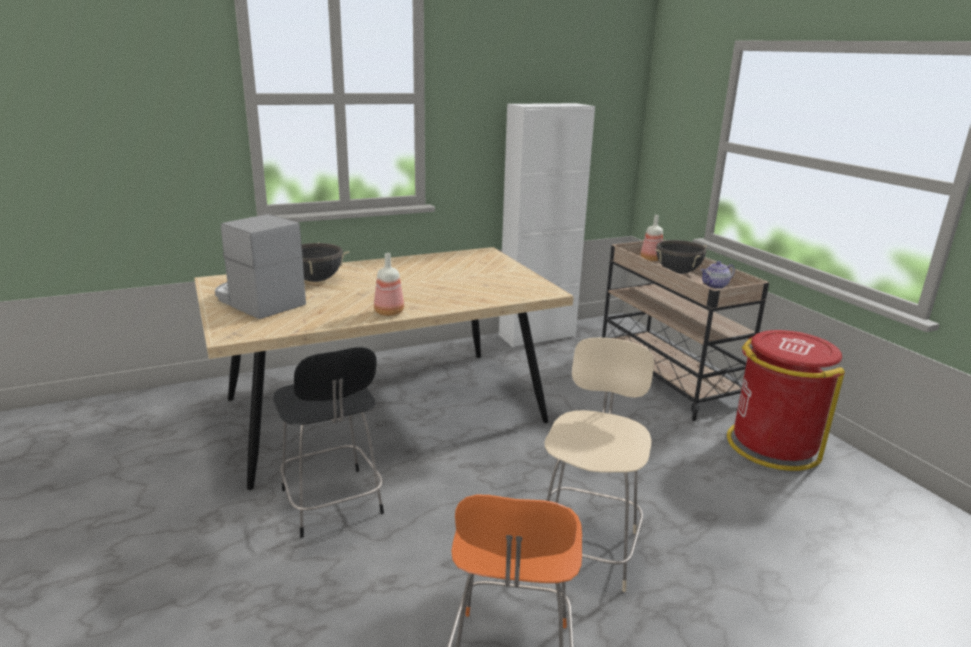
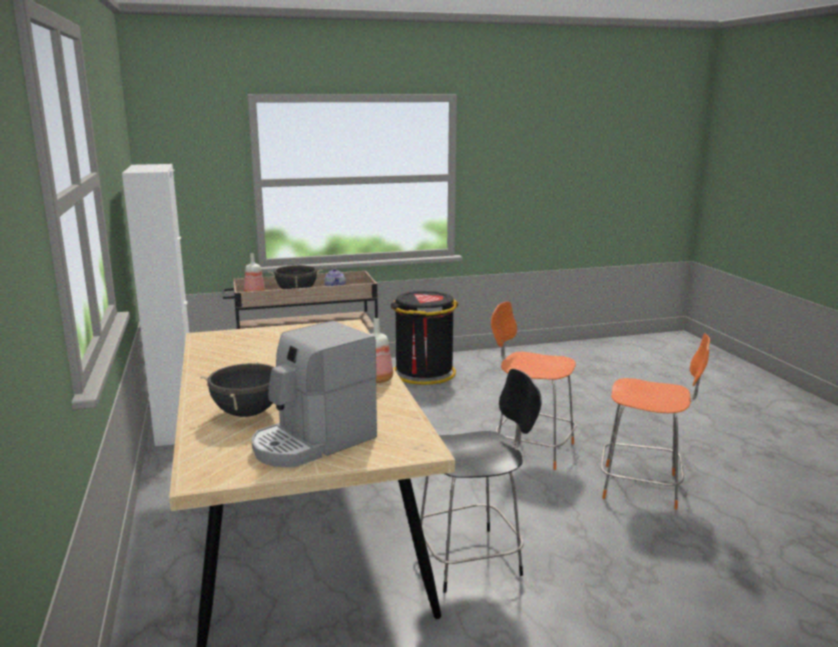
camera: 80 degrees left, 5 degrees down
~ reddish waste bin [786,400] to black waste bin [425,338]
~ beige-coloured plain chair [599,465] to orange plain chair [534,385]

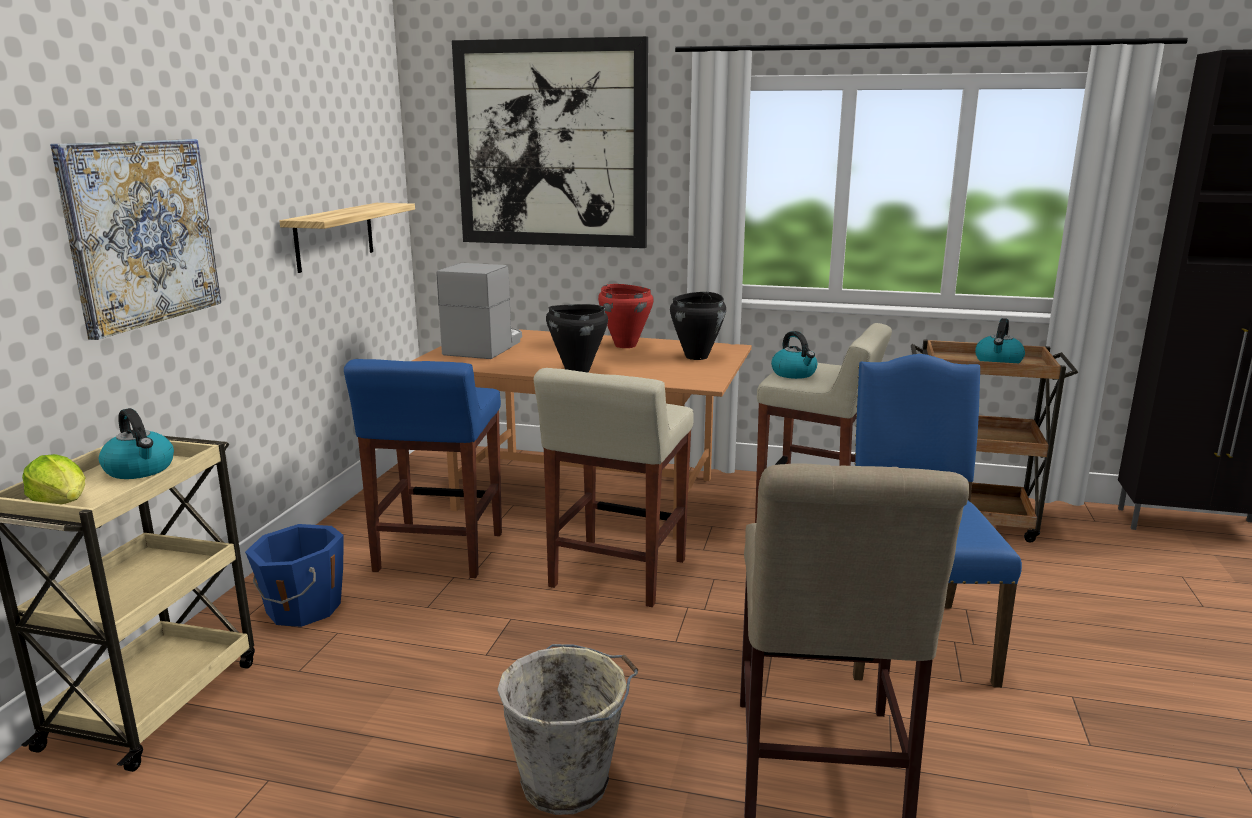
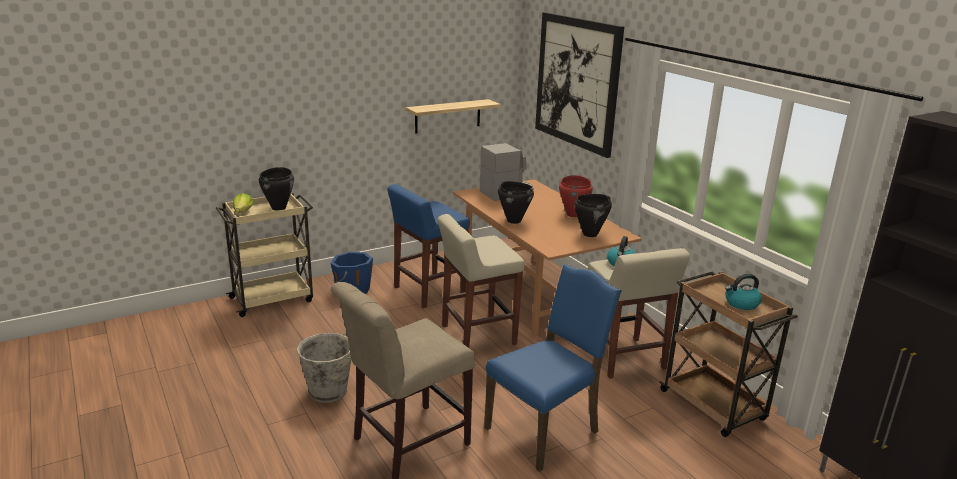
camera: 45 degrees right, 5 degrees up
~ water kettle [136,443] to black cooking pot [276,189]
- wall picture [135,239]

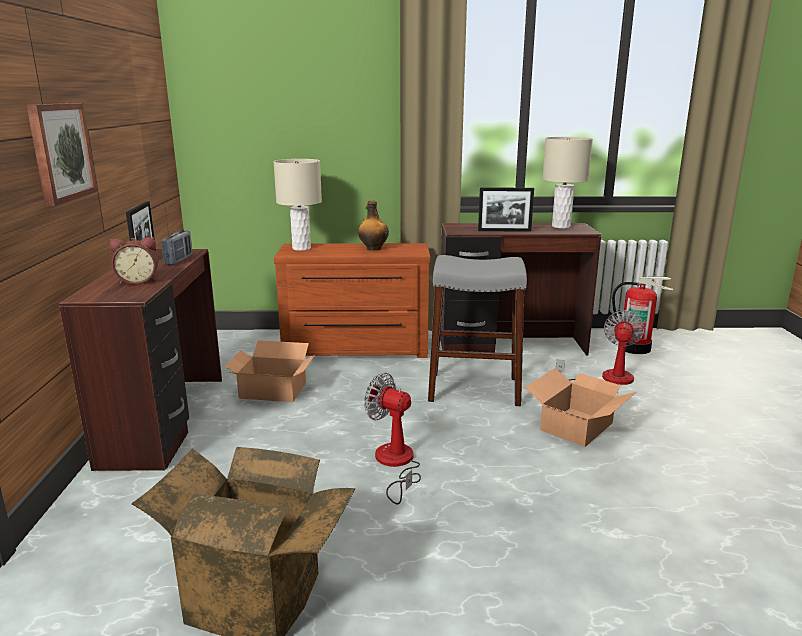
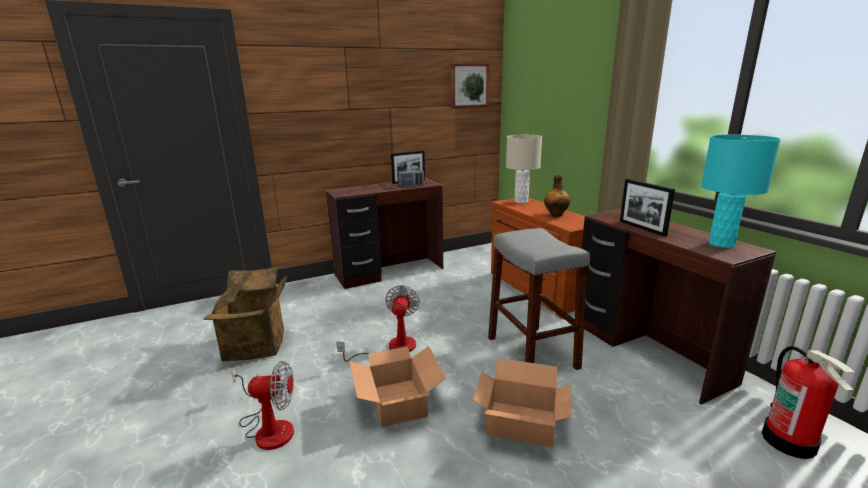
camera: 65 degrees right, 0 degrees up
~ fan [600,347] to [263,405]
~ packing box [270,371] to [397,386]
~ wall picture [61,154] to [470,86]
~ beige-coloured tabletop lamp [567,183] to blue-green tabletop lamp [741,191]
- bedside clock [133,261]

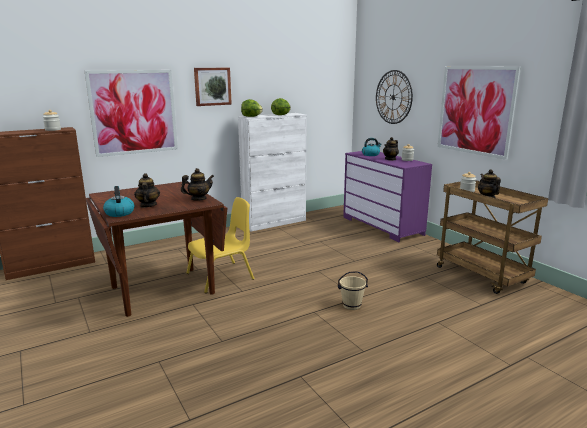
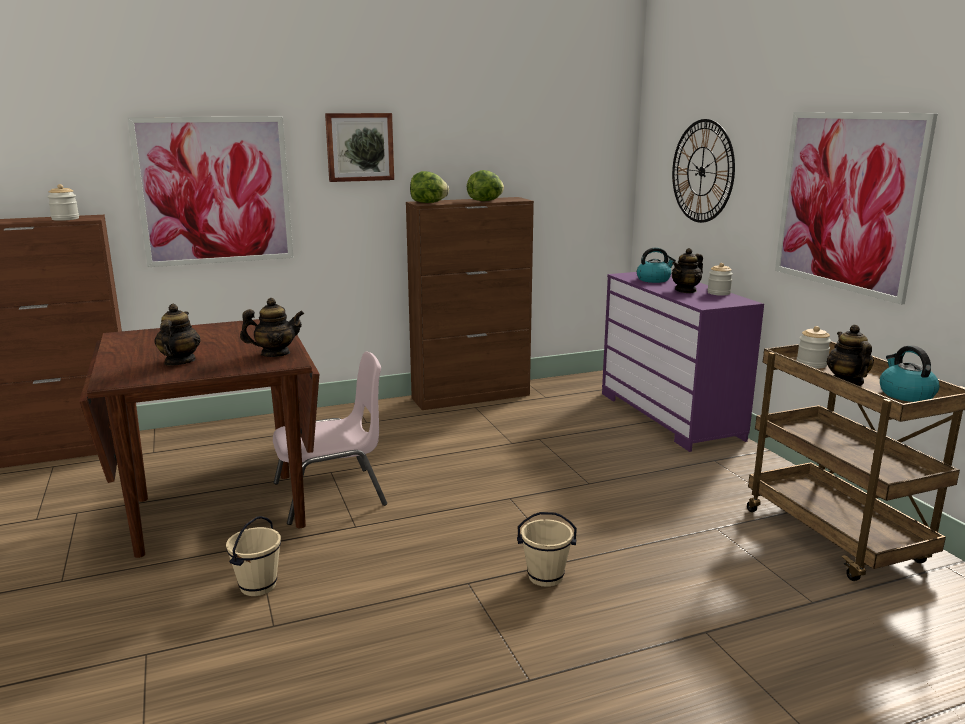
camera: 10 degrees right, 0 degrees up
+ beige-coloured water bucket [253,556]
~ yellowish plain chair [220,245] to pinkish plain chair [330,438]
~ white cupboard [272,172] to brown cupboard [470,303]
~ water kettle [118,201] to [910,373]

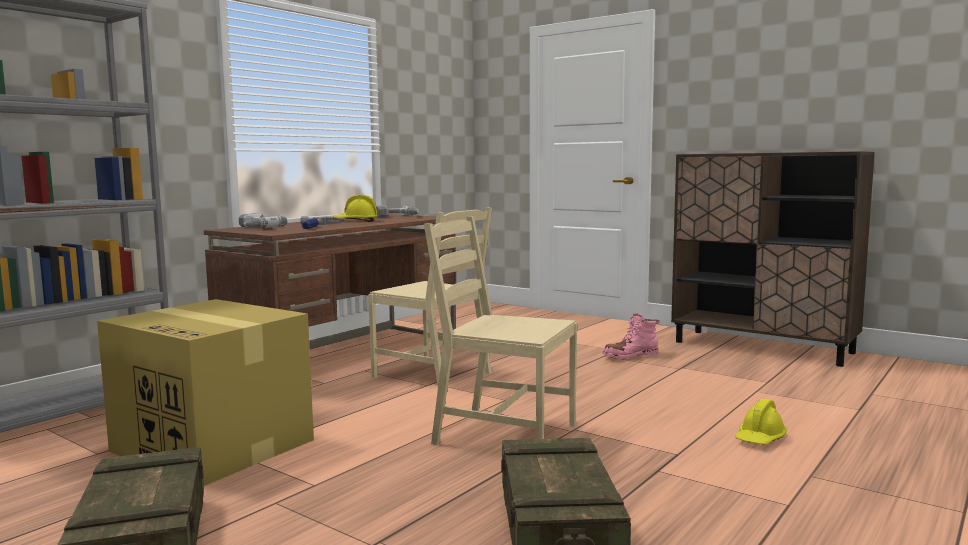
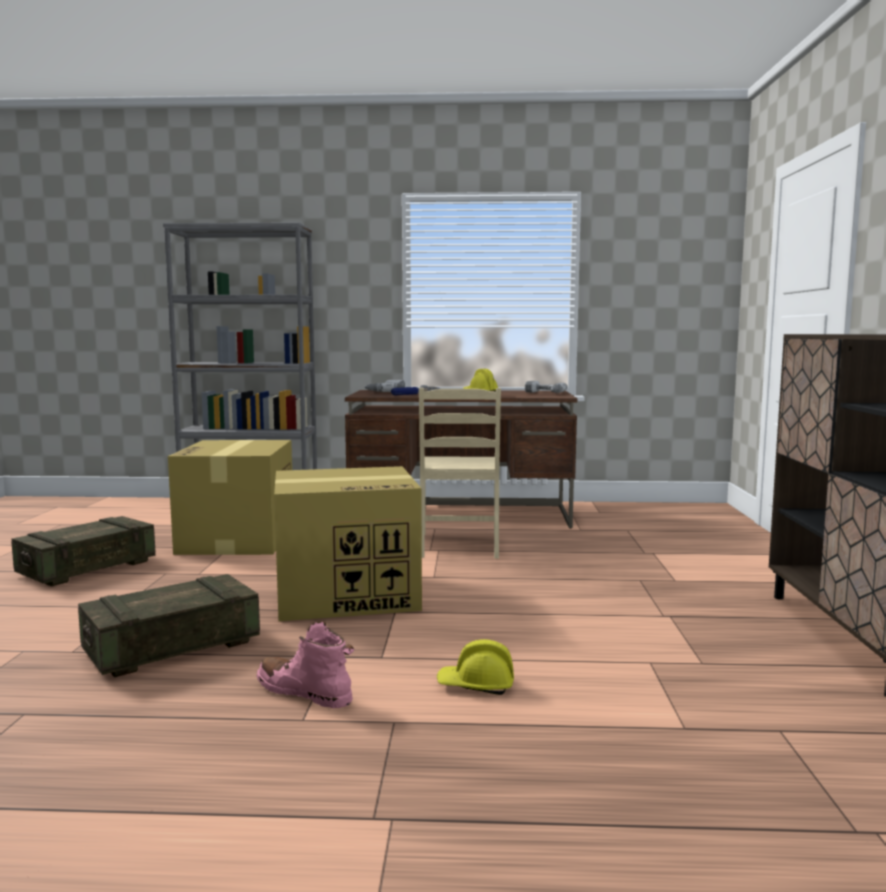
camera: 55 degrees right, 0 degrees up
~ pinkish high-top boot [631,336] to [305,665]
~ beige-coloured plain chair [500,330] to packing box [348,543]

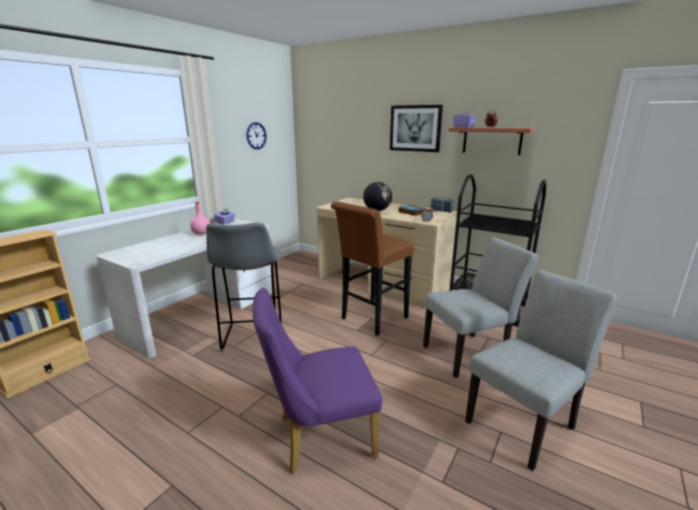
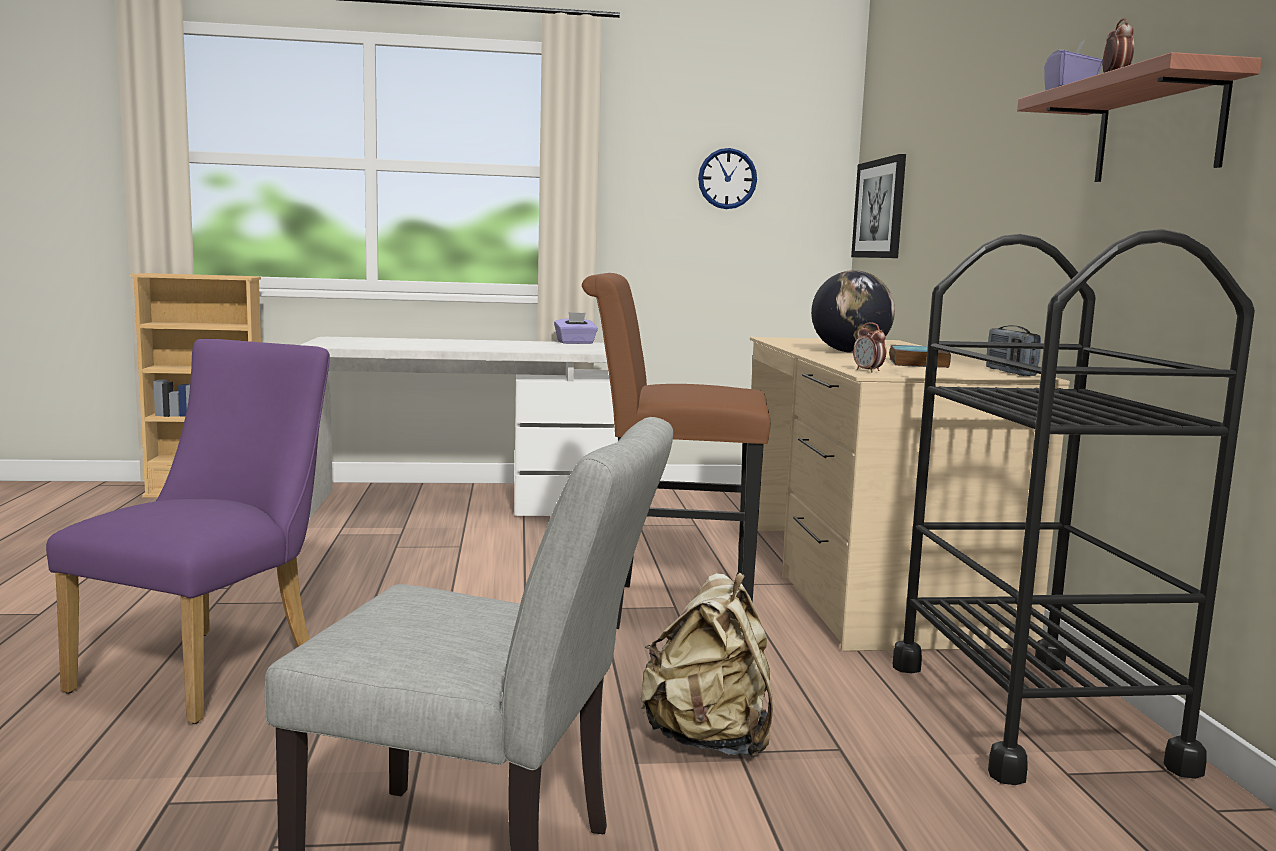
camera: 50 degrees right, 10 degrees down
~ purplish plain chair [317,381] = [188,531] 75 degrees clockwise
~ gray plain chair [480,307] to beige-coloured knapsack [707,665]
~ wall picture [416,128] to [878,206]
- pinkish bottle [200,218]
- gray stool seat [244,287]

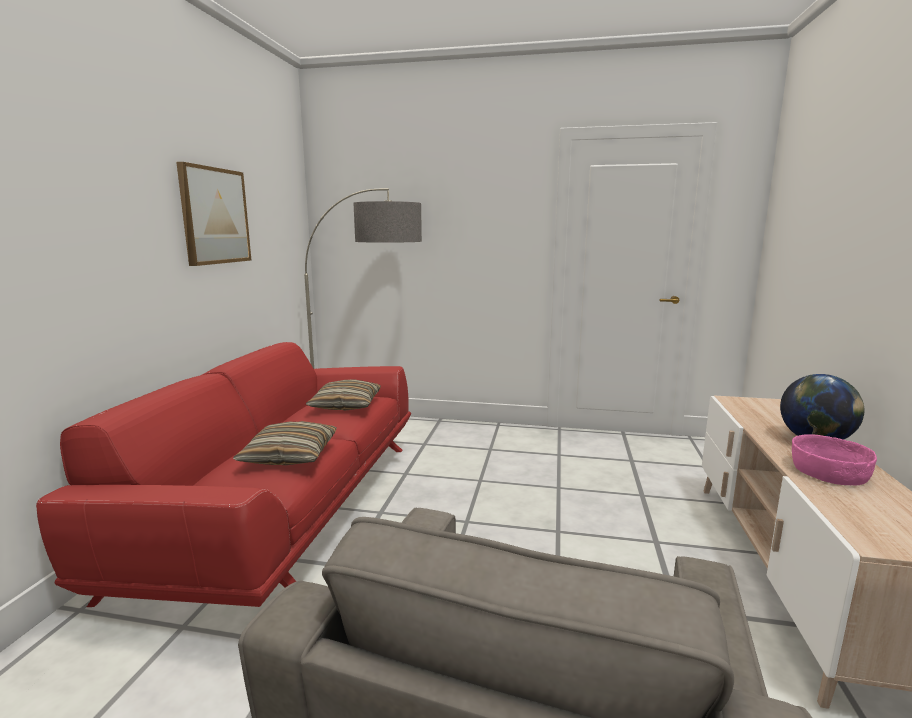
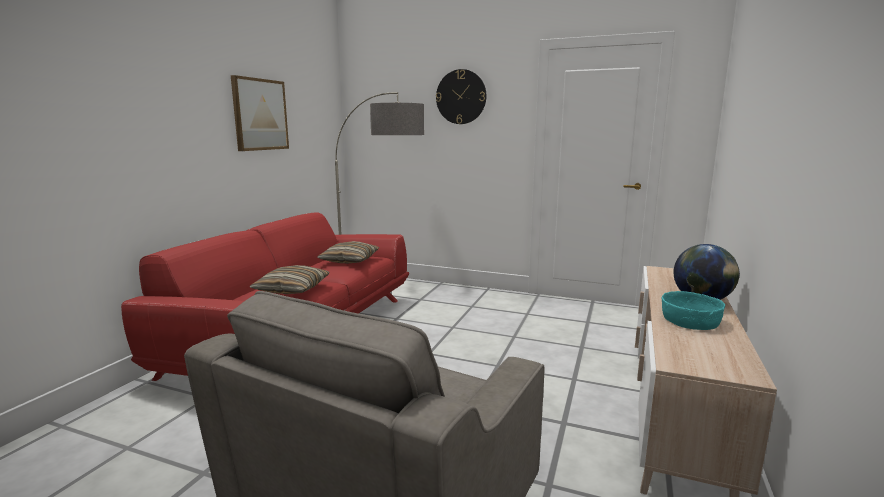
camera: 10 degrees right, 0 degrees up
+ clock on the wall [461,96]
~ pinkish bowl [834,459] to blue-green bowl [693,310]

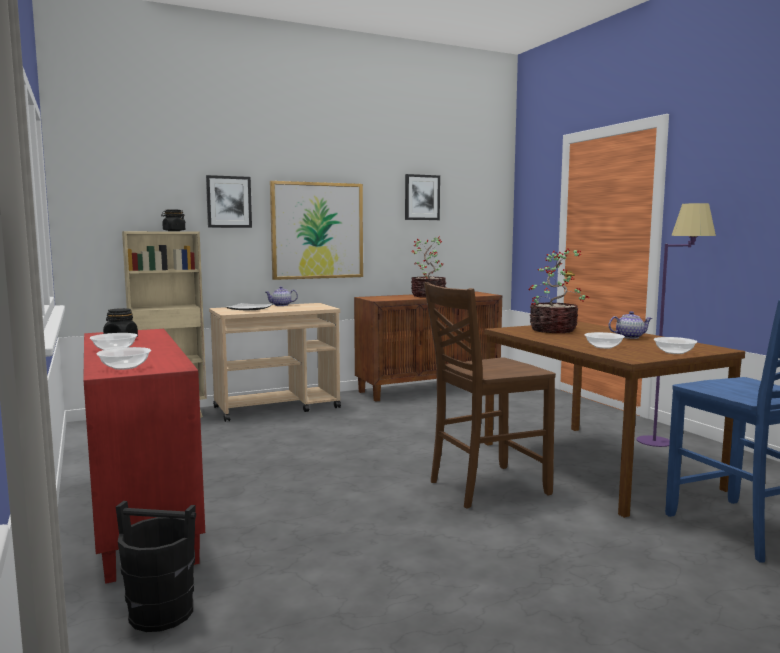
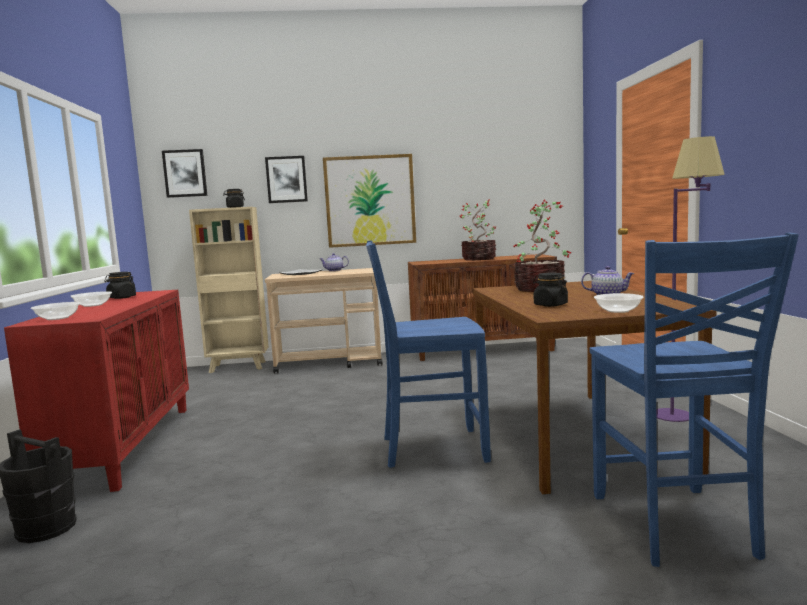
camera: 20 degrees right, 0 degrees up
~ wall picture [422,197] to [185,173]
~ brown plain chair [490,395] to bluish plain chair [428,354]
~ bowl [605,340] to black preserve jar [550,289]

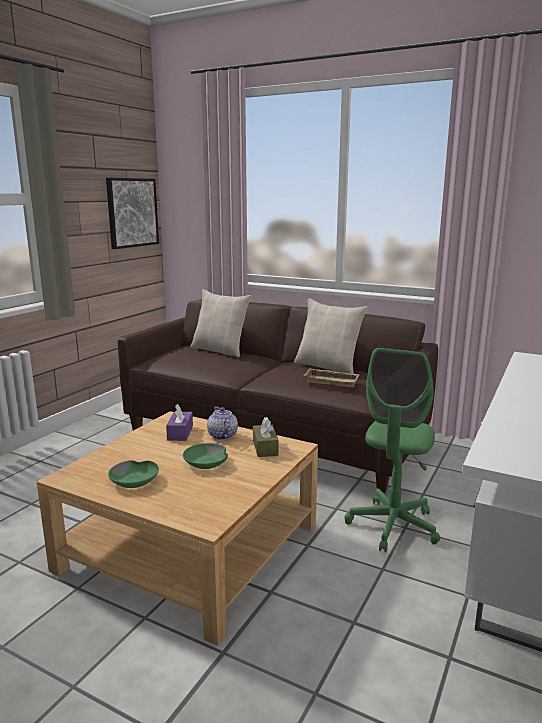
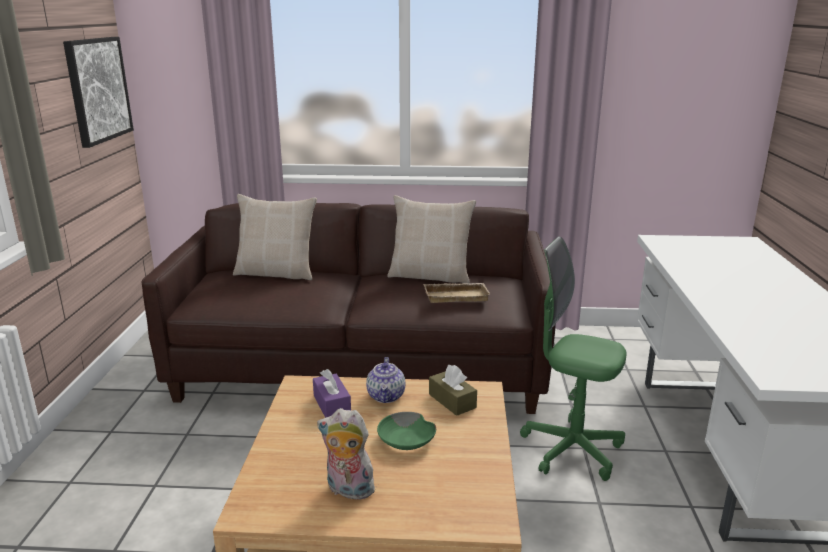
camera: 25 degrees left, 5 degrees up
~ green-coloured bowl [133,474] to plush toy [346,454]
~ pot for tea [222,423] = [385,380] 135 degrees counterclockwise
~ green-coloured computer chair [392,450] = [573,359] 120 degrees clockwise

